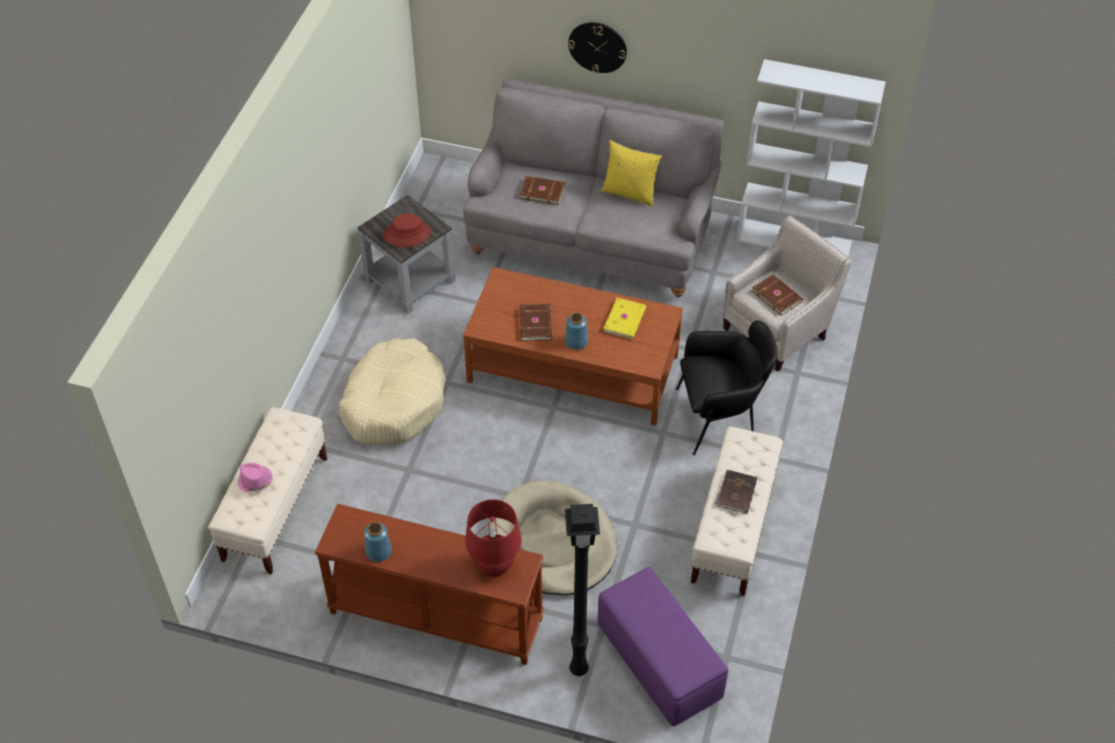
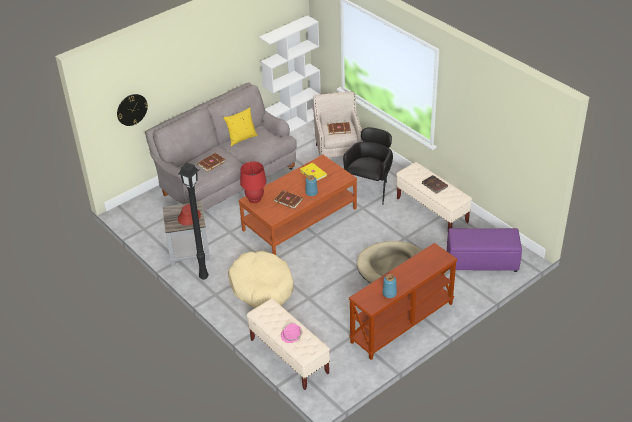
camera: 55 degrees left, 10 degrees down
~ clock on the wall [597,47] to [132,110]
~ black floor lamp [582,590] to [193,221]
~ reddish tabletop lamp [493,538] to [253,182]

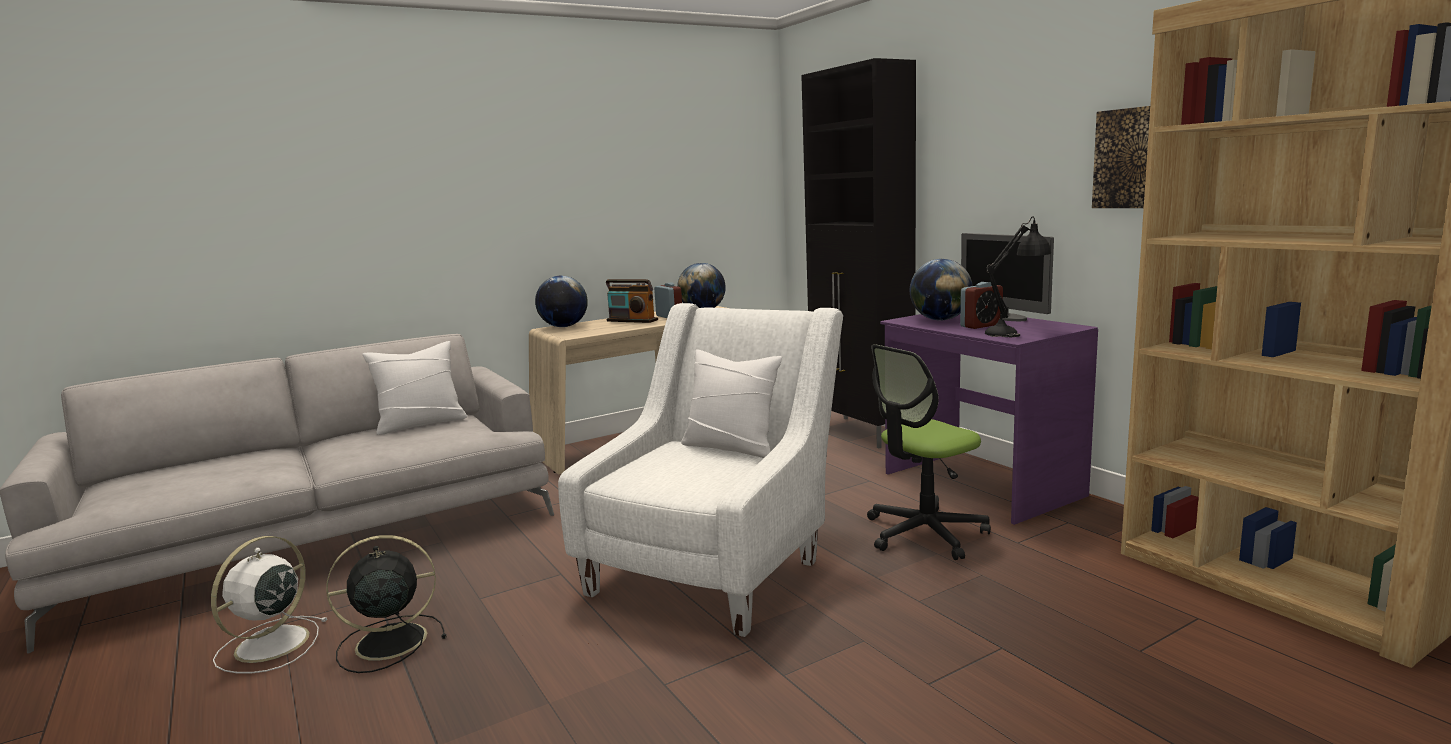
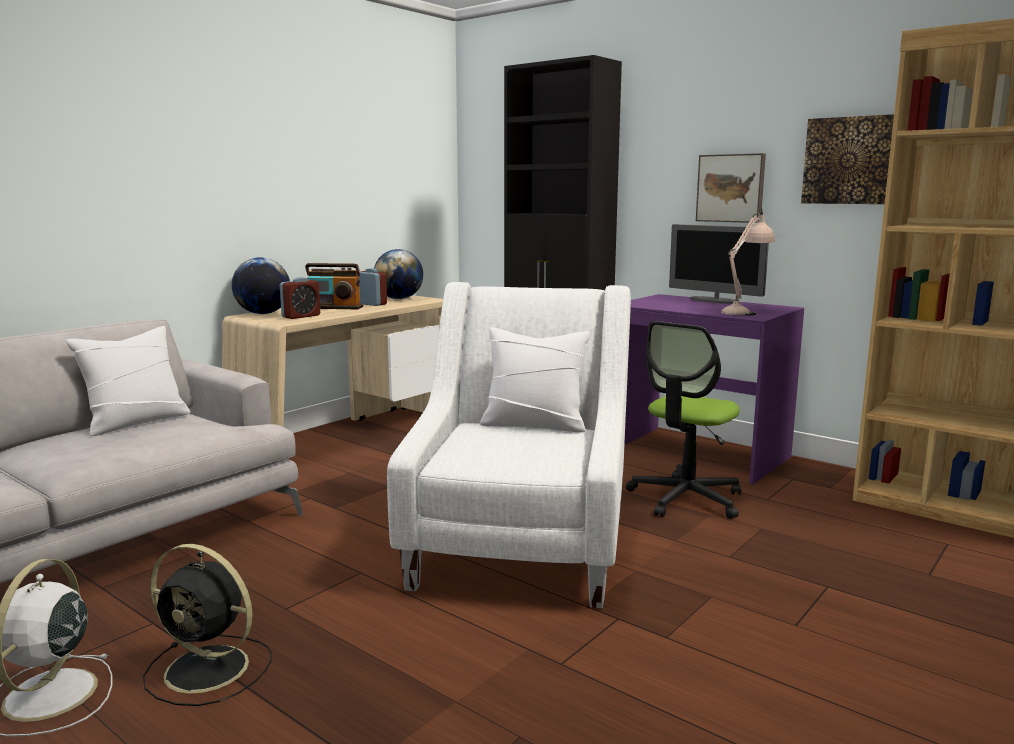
camera: 20 degrees left, 0 degrees up
~ black fan [386,604] = [207,625] 120 degrees counterclockwise
~ bedside clock [981,305] to [300,298]
+ wall picture [731,188]
~ black tabletop lamp [1018,276] to beige-coloured tabletop lamp [748,262]
- desk globe [941,289]

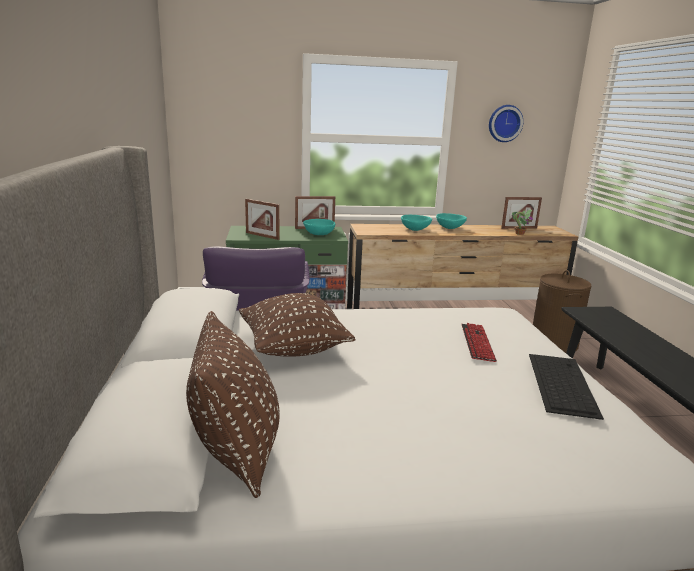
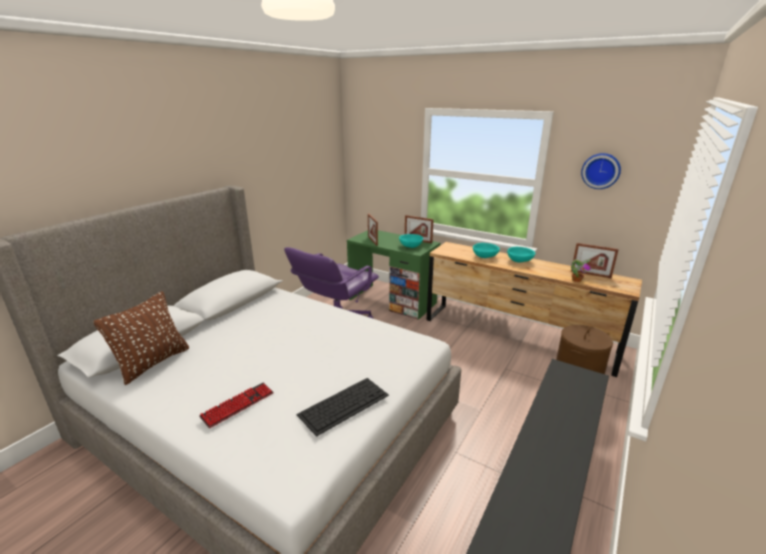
camera: 40 degrees right, 5 degrees up
~ PC keyboard [479,342] to [236,405]
- brown throw pillow [297,325]

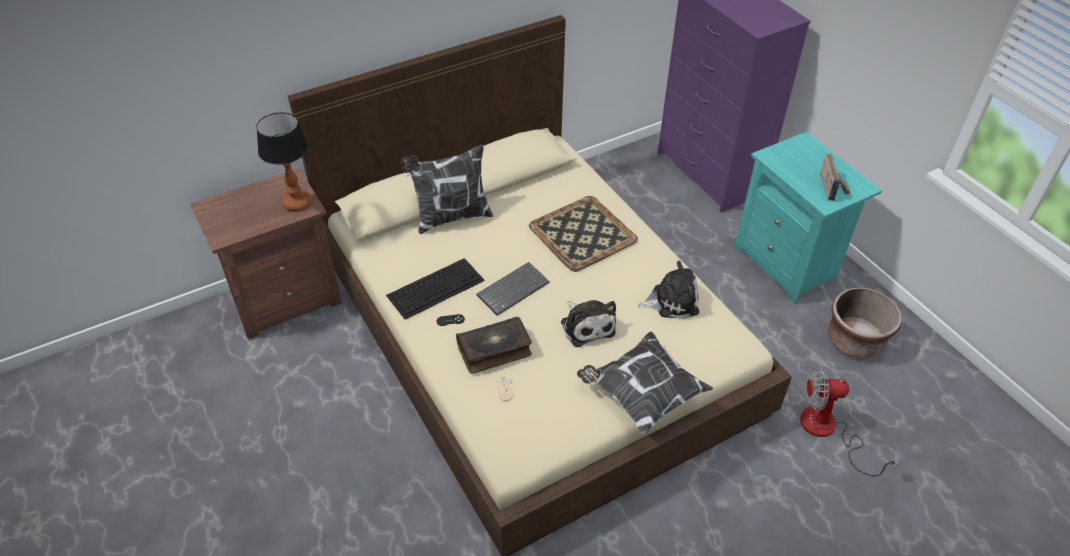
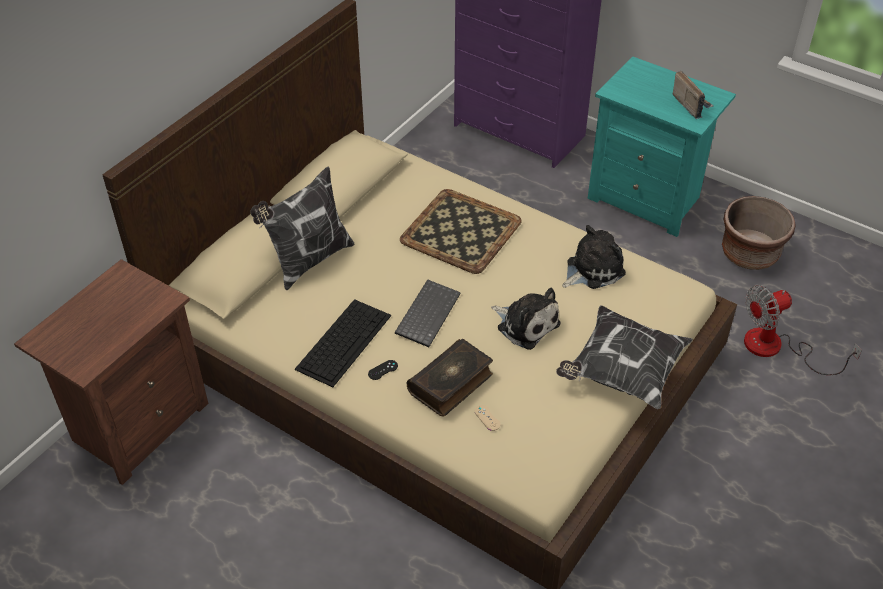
camera: 25 degrees left, 0 degrees up
- tabletop lamp [283,161]

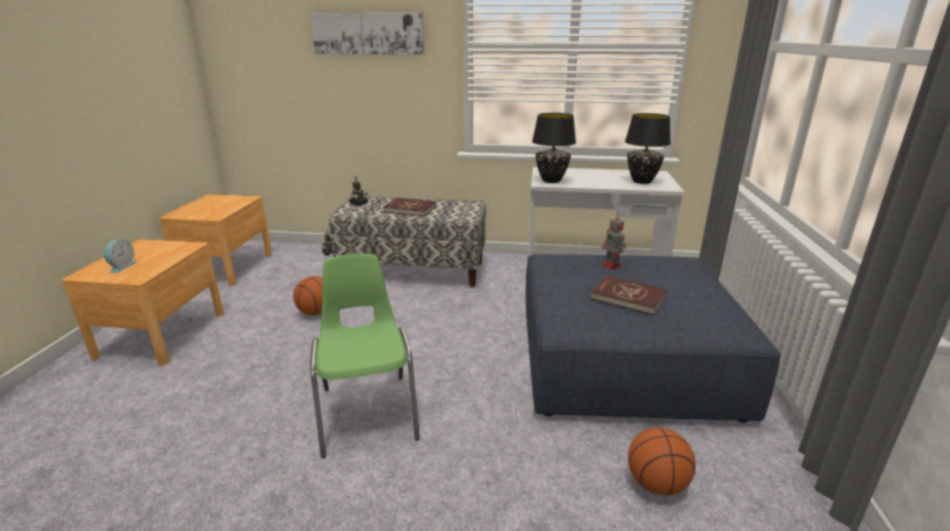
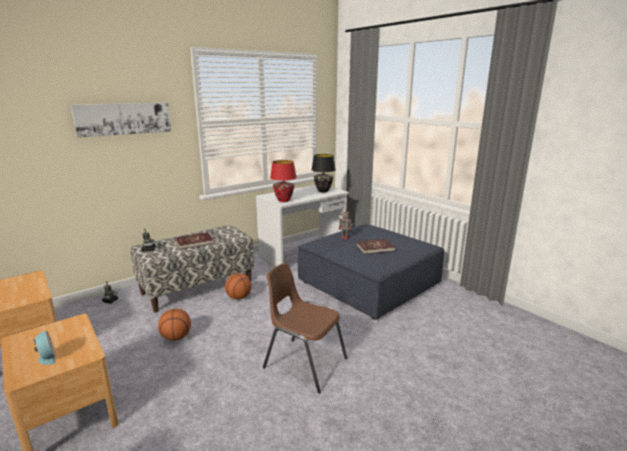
camera: 45 degrees left, 5 degrees down
~ ball for basketball [662,461] to [238,286]
~ green-coloured plain chair [365,356] to brown plain chair [305,328]
~ black tabletop lamp [554,148] to reddish tabletop lamp [283,181]

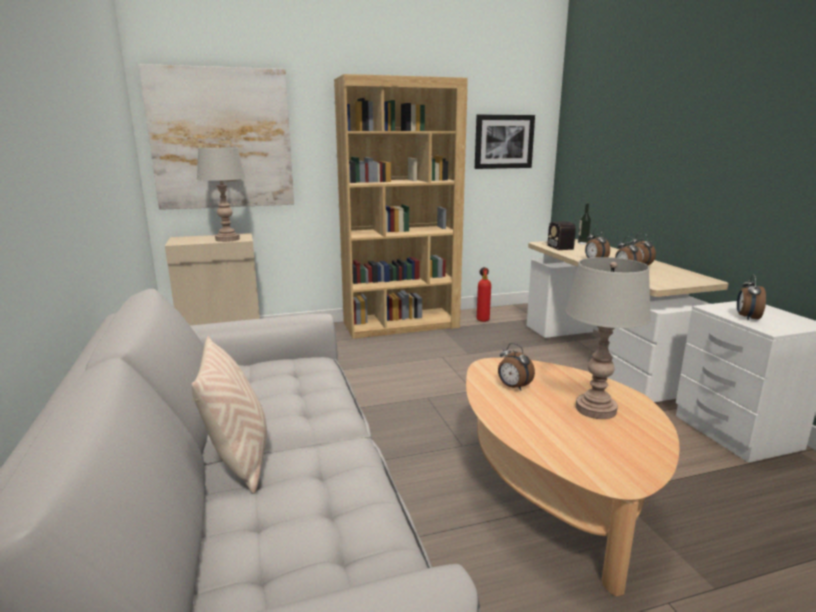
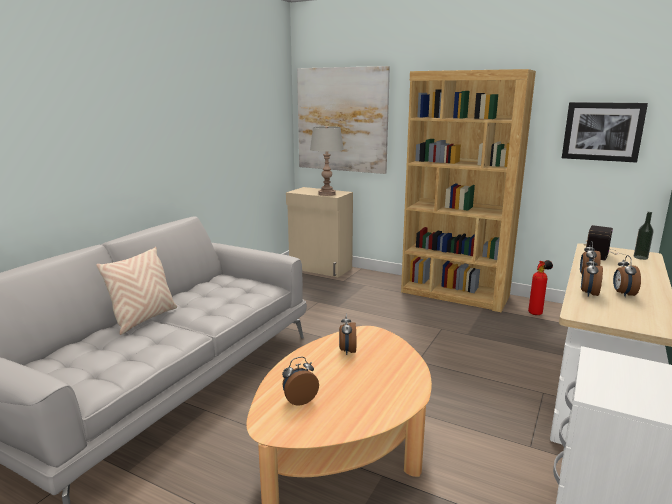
camera: 45 degrees right, 0 degrees up
~ bedside clock [751,298] to [300,381]
- gray tabletop lamp [608,338]

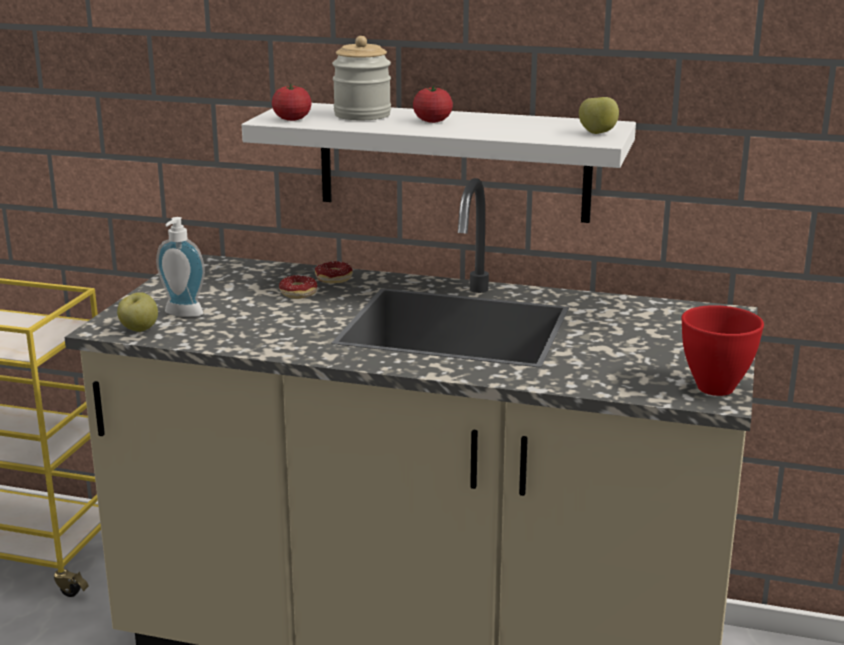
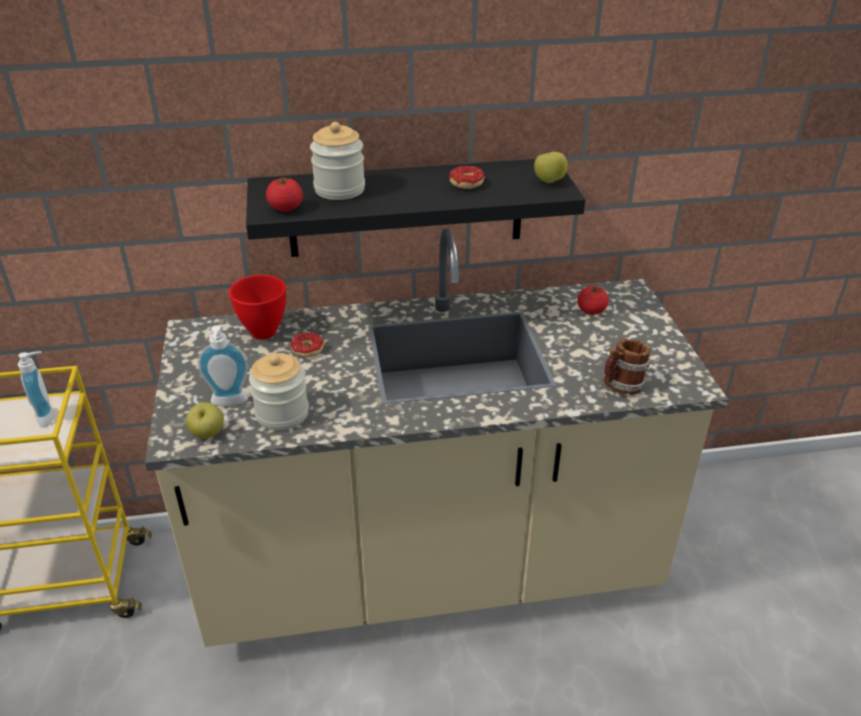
camera: 25 degrees left, 15 degrees up
+ soap bottle [36,389]
~ reddish bowl [722,350] to [257,307]
~ white bracket shelf [439,163] to black bracket shelf [415,208]
+ preserve jar [279,391]
~ doughnut [334,272] to [466,177]
~ tomato [433,104] to [593,300]
+ tea mug [627,366]

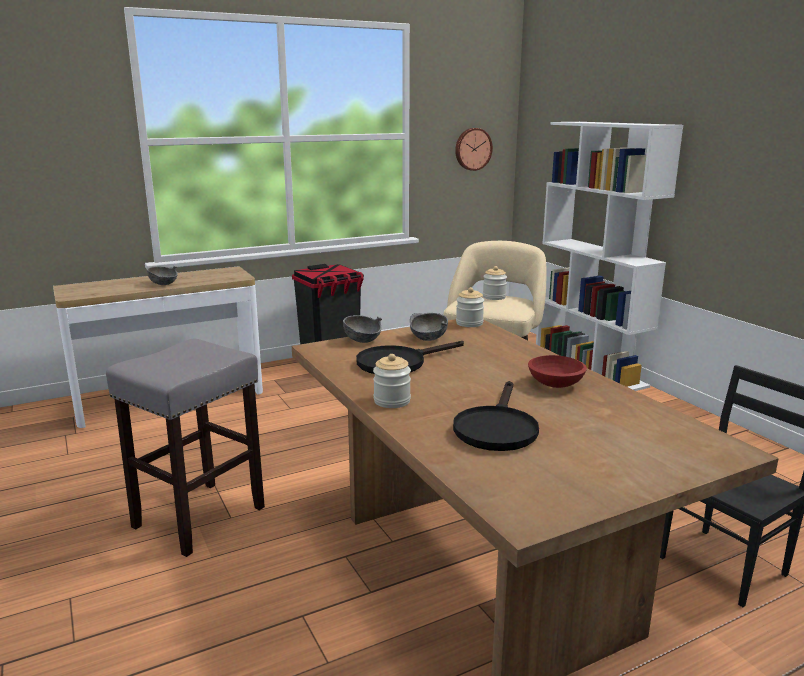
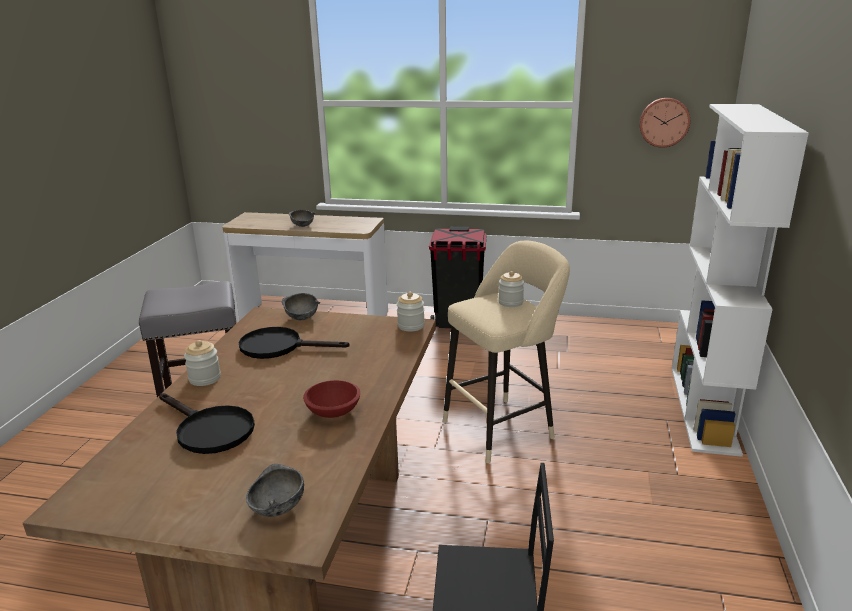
camera: 40 degrees right, 5 degrees up
~ black skillet [496,416] = [207,423] 105 degrees counterclockwise
~ gray bowl [429,327] to [275,490]

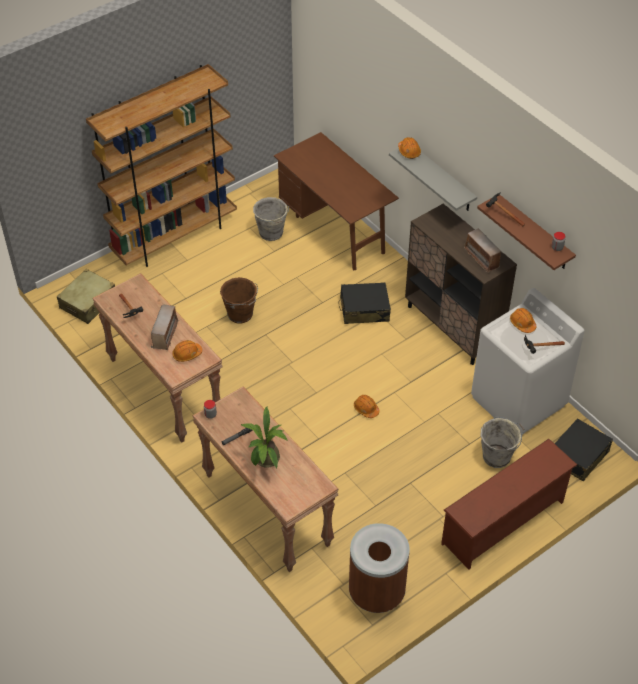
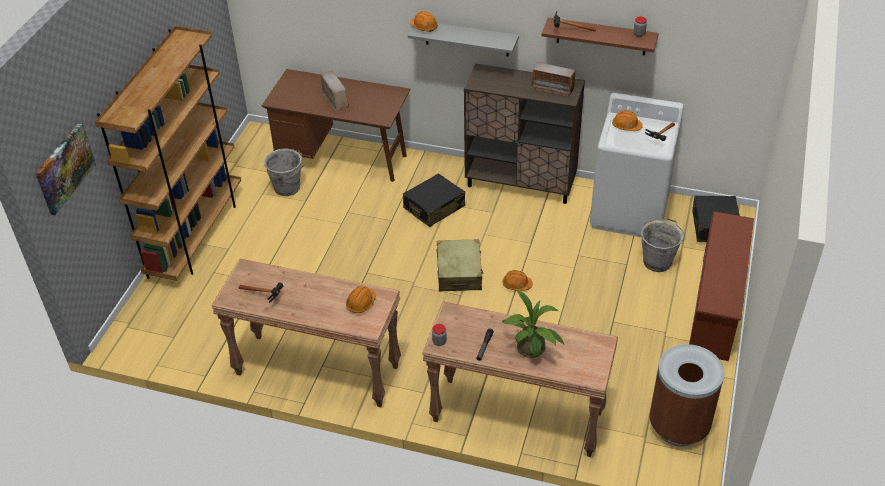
camera: 35 degrees left, 5 degrees down
+ wall picture [65,169]
~ radio set [164,327] to [334,90]
~ beige-coloured suitcase [86,296] to [460,265]
- brown water bucket [239,300]

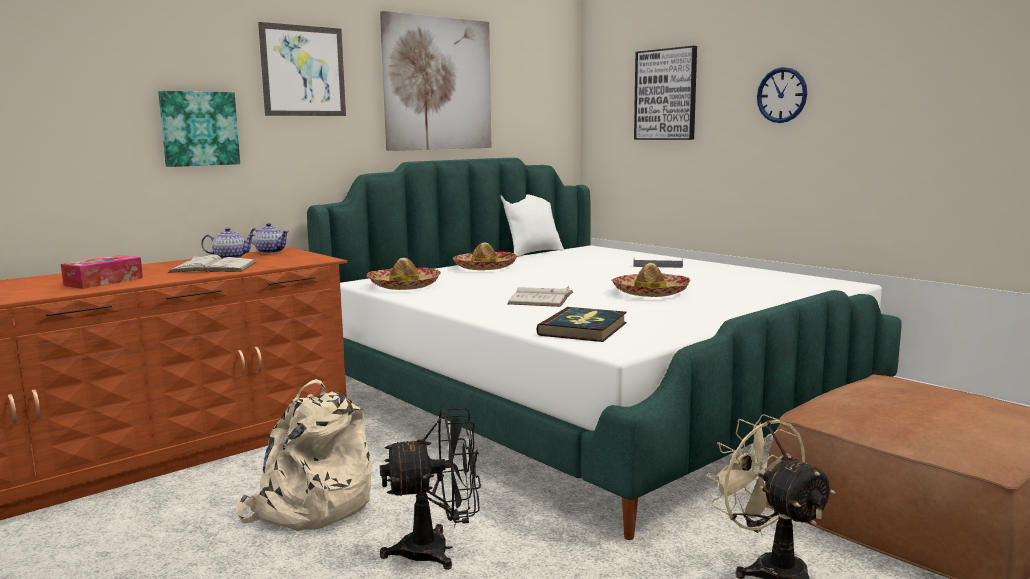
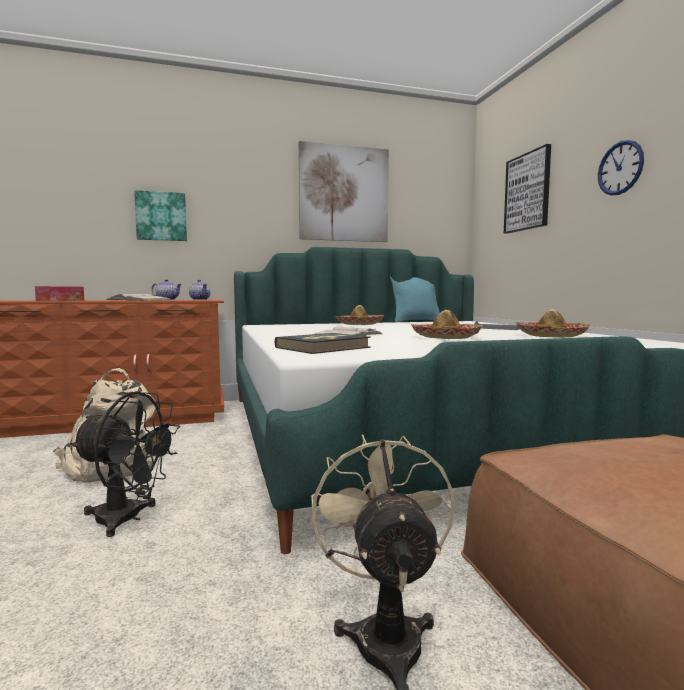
camera: 25 degrees right, 5 degrees down
~ white throw pillow [532,225] to blue-green throw pillow [415,299]
~ clothing hat [404,274] to [553,323]
- wall picture [302,69]

